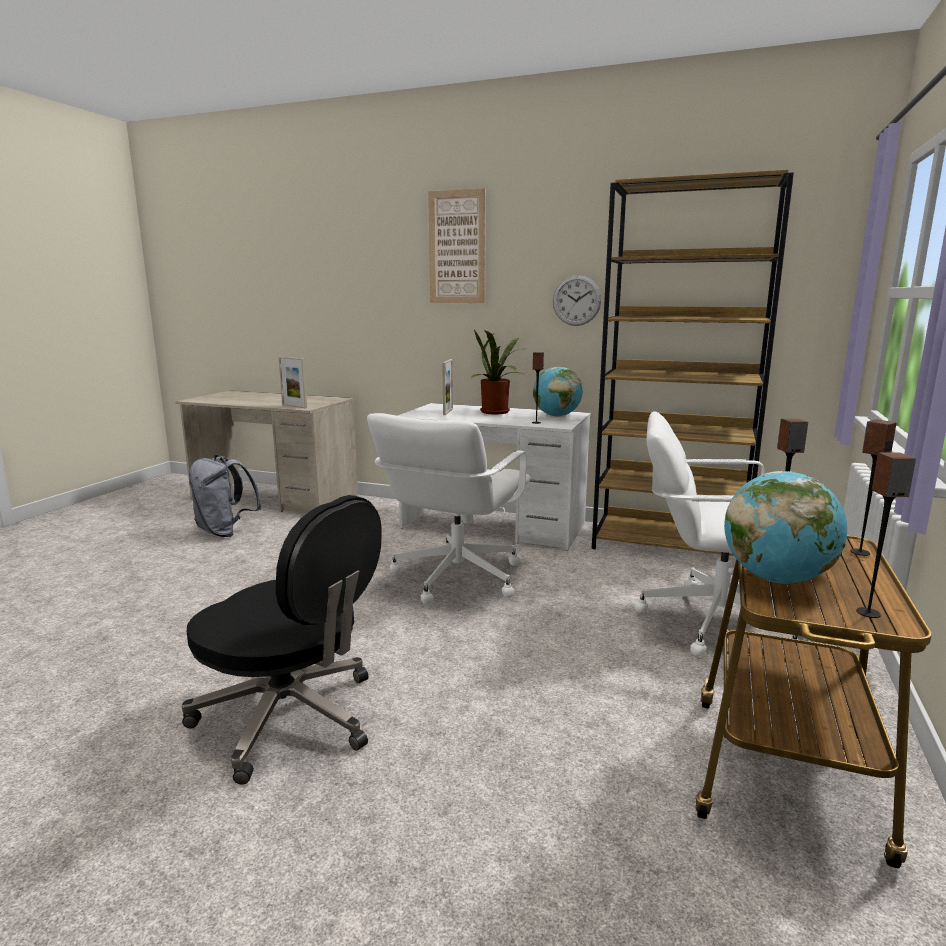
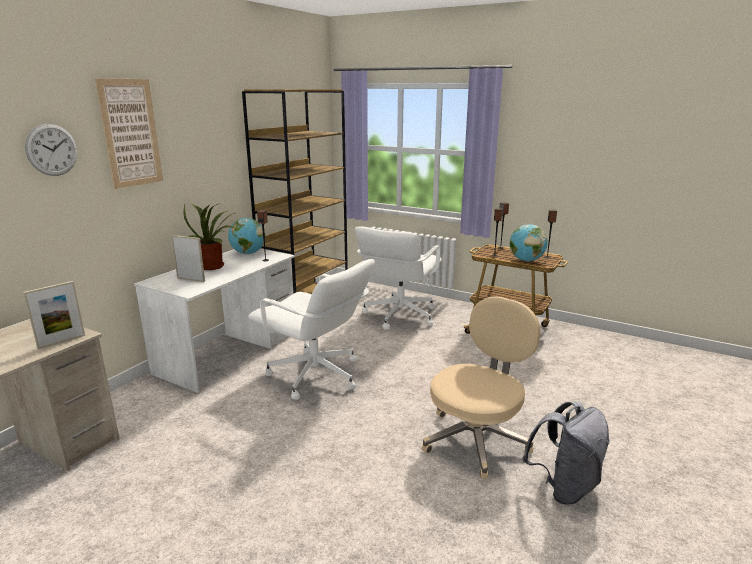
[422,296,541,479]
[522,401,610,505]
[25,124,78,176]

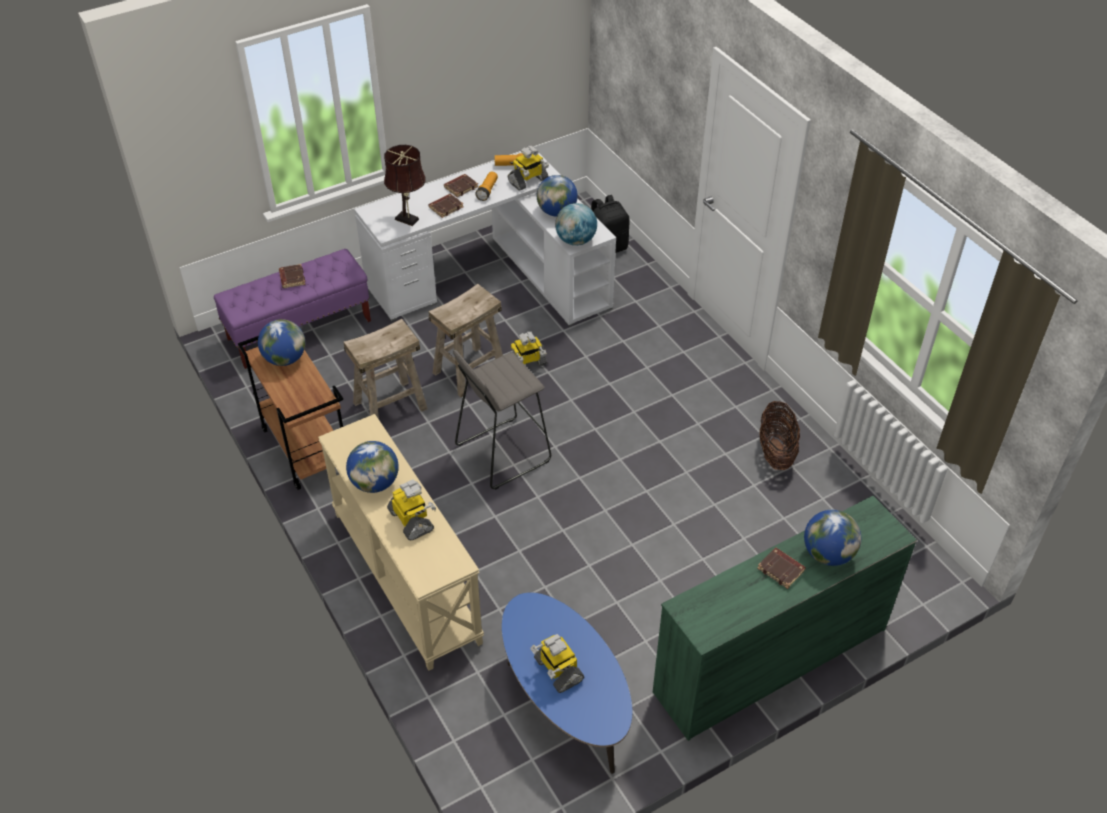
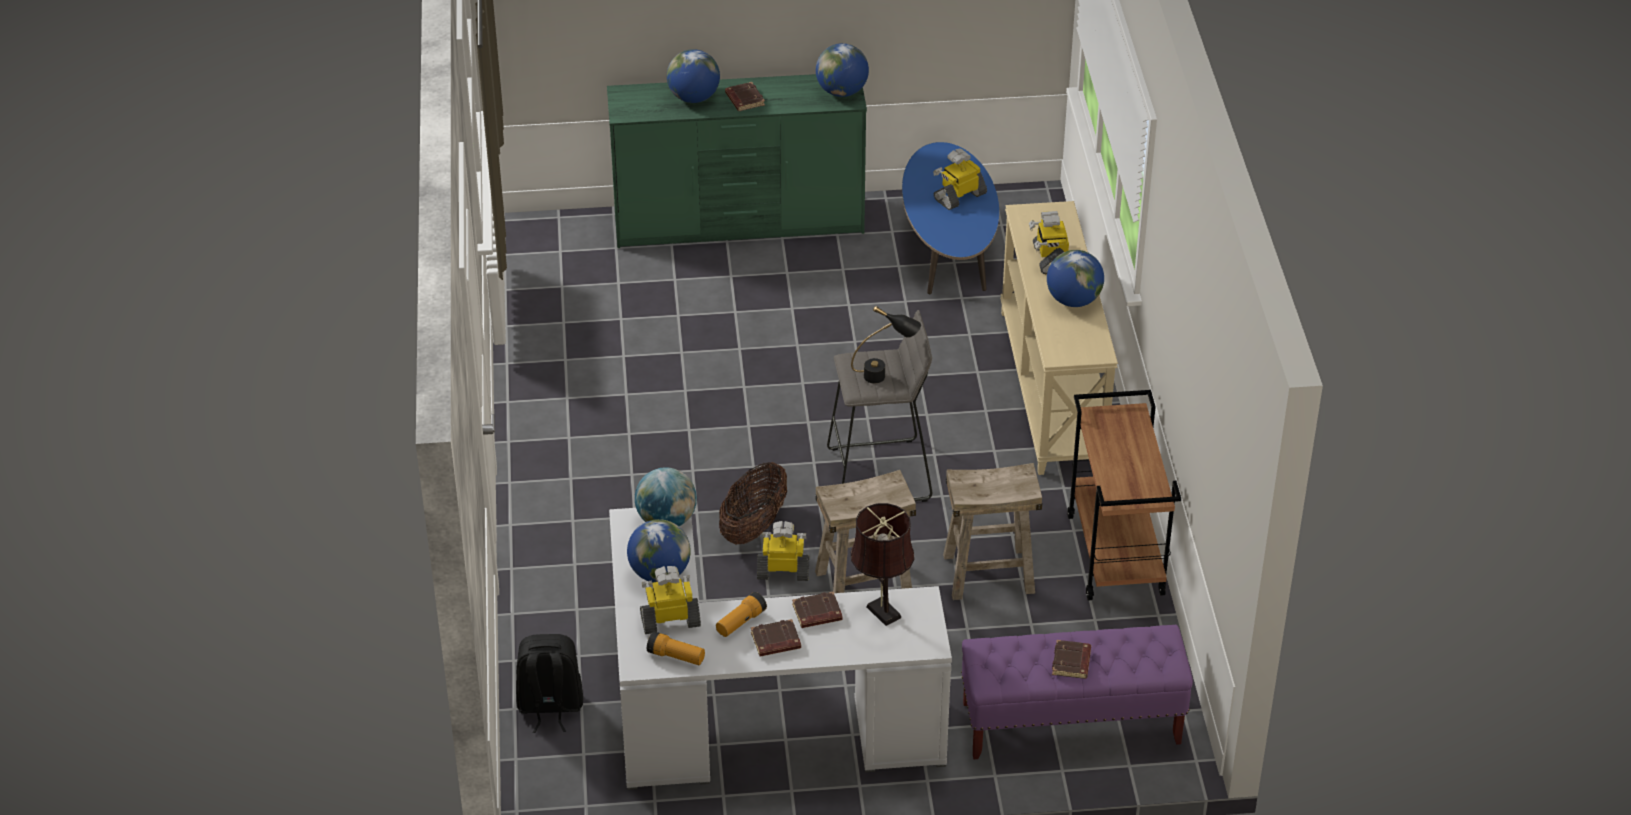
[816,43,869,97]
[933,148,987,210]
[719,462,787,544]
[851,306,921,384]

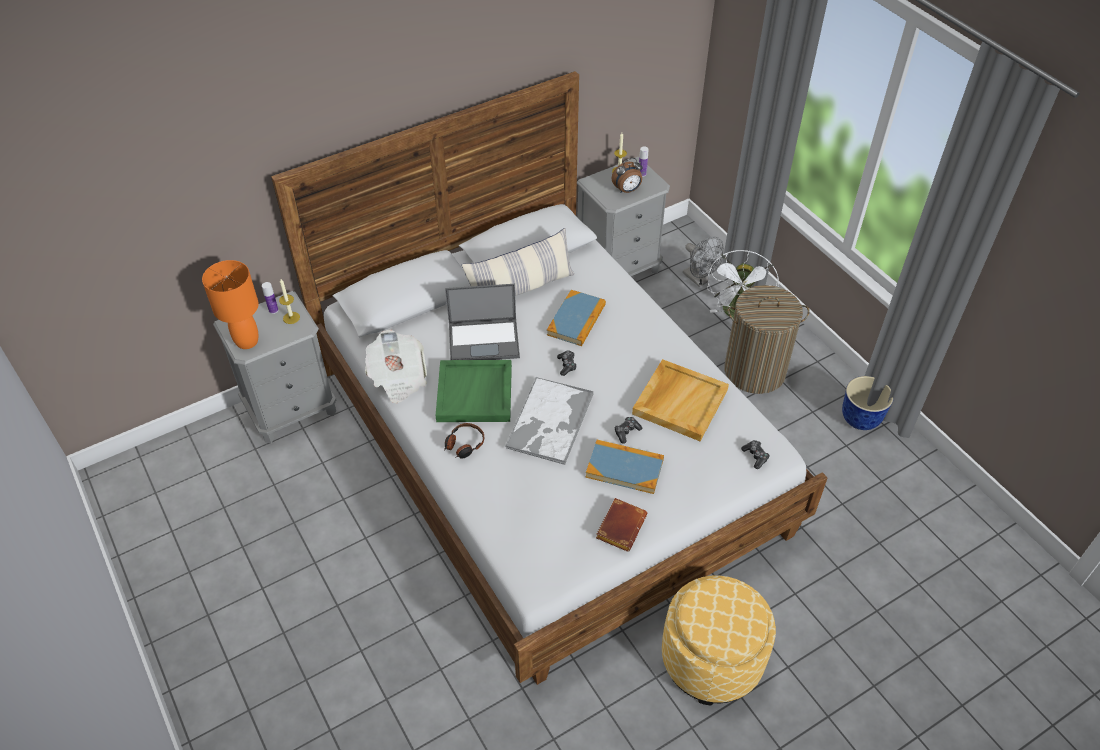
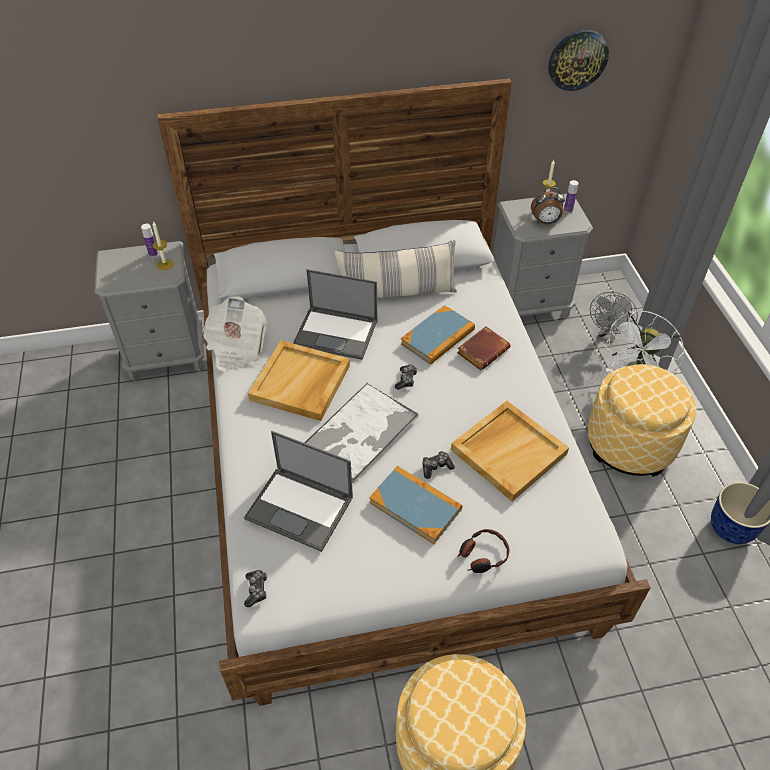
[202,260,259,349] (first image)
[248,340,350,421]
[457,529,510,573]
[457,326,510,370]
[590,291,638,343]
[587,364,696,477]
[244,570,267,607]
[244,431,353,552]
[548,30,609,91]

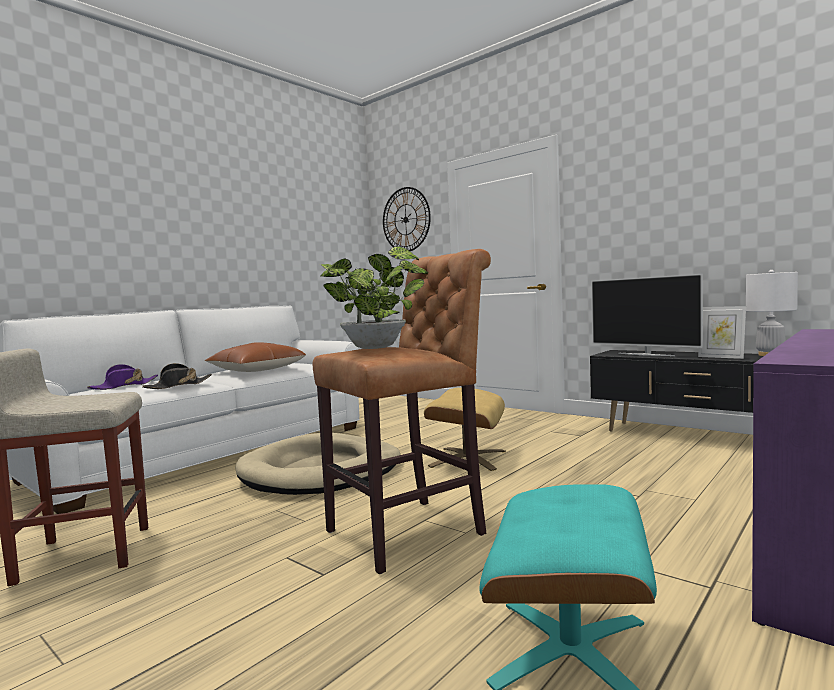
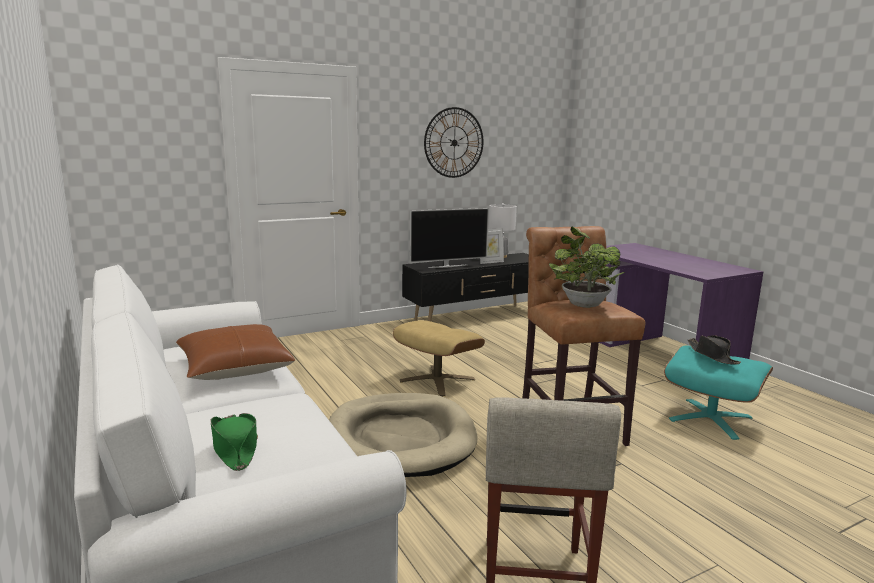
[211,413,258,471]
[688,335,741,365]
[424,107,483,178]

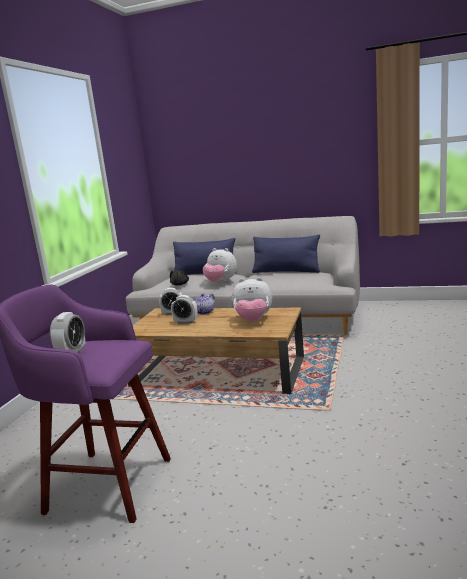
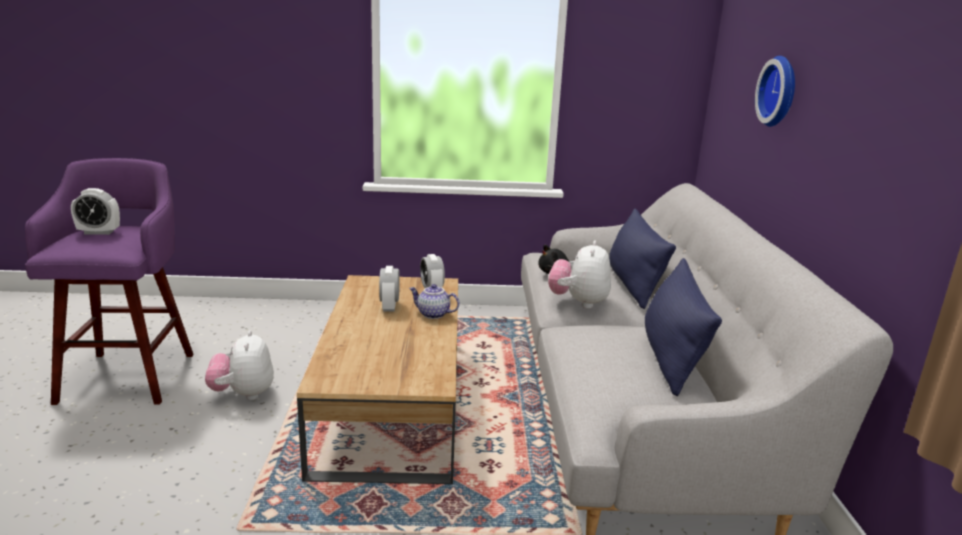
[205,331,274,400]
[755,56,795,127]

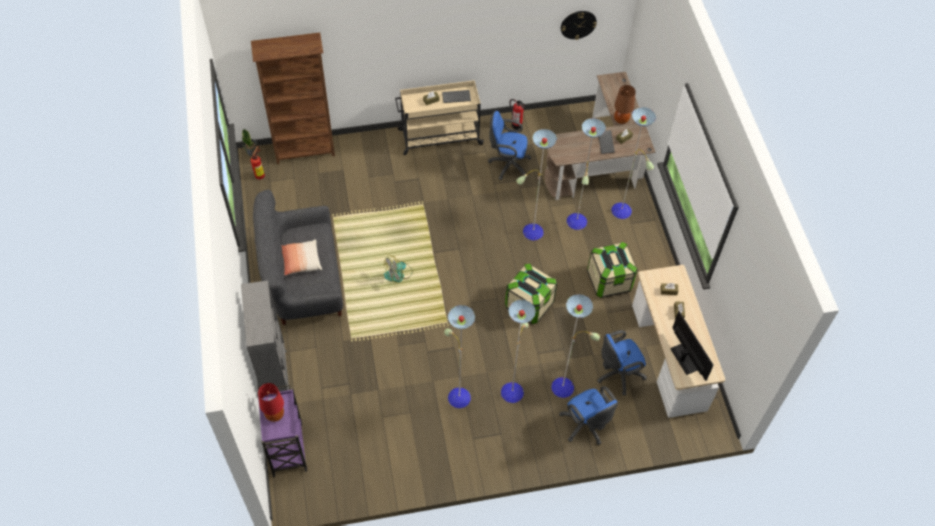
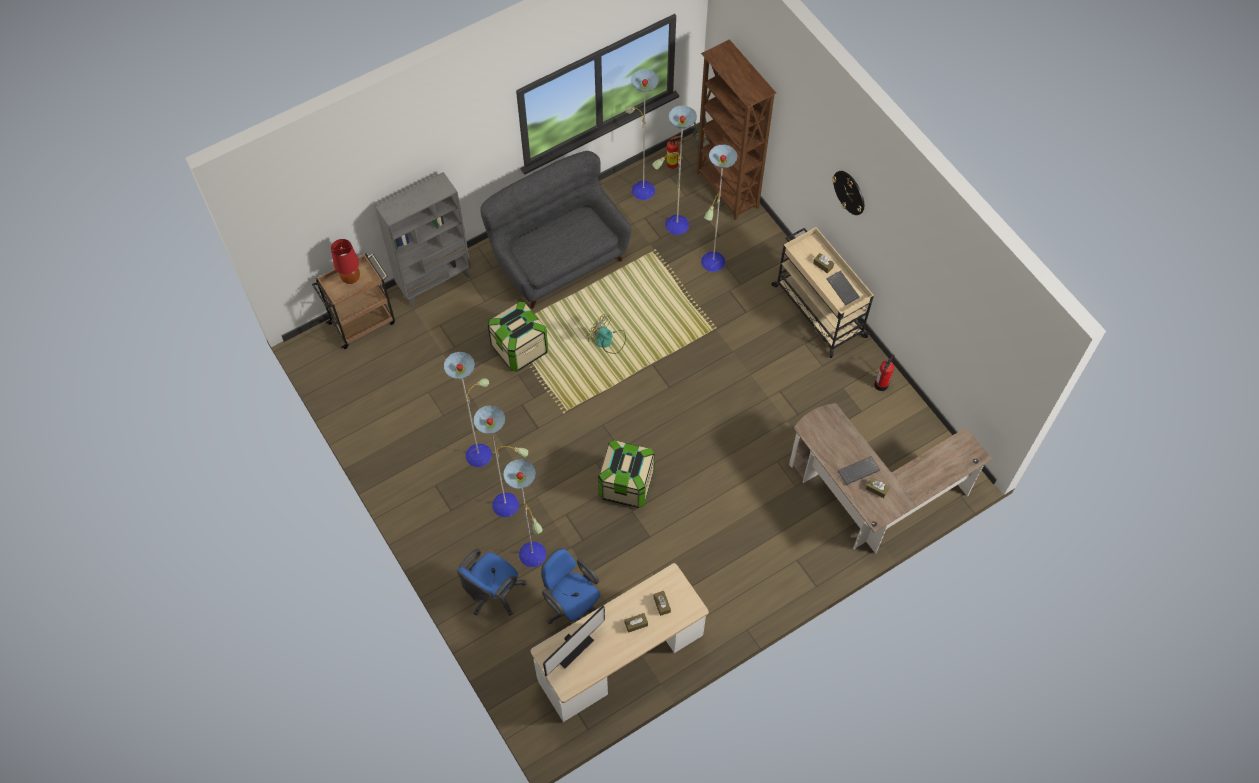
[312,253,395,349]
[281,239,322,275] (first image)
[488,111,531,180] (first image)
[625,69,738,272]
[832,171,864,215]
[488,301,548,372]
[614,85,636,124] (first image)

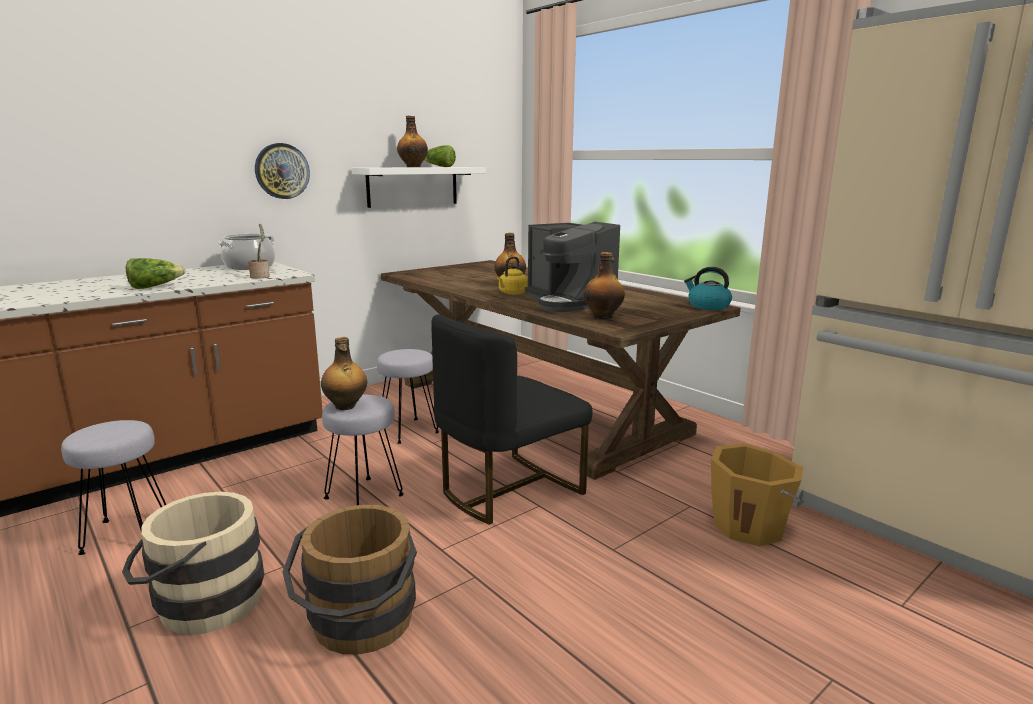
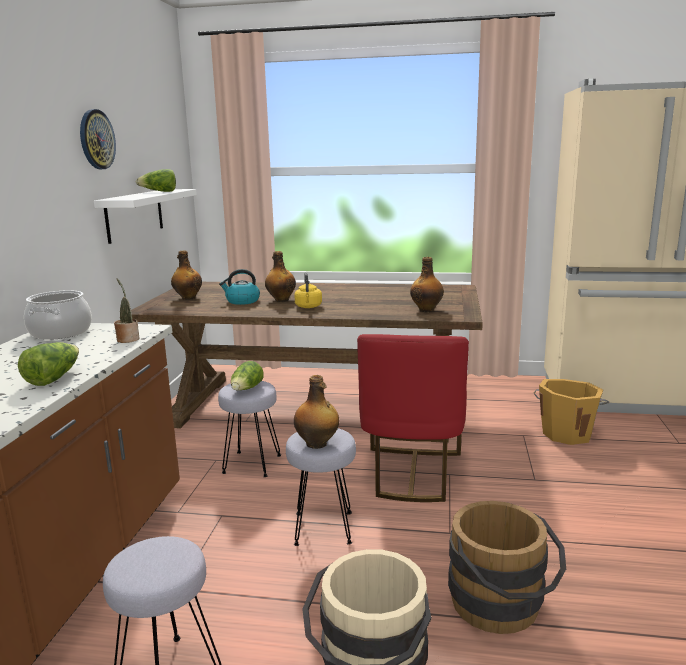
[80,109,116,169]
[171,250,202,300]
[357,334,469,502]
[525,222,620,312] (first image)
[219,269,260,305]
[231,361,264,390]

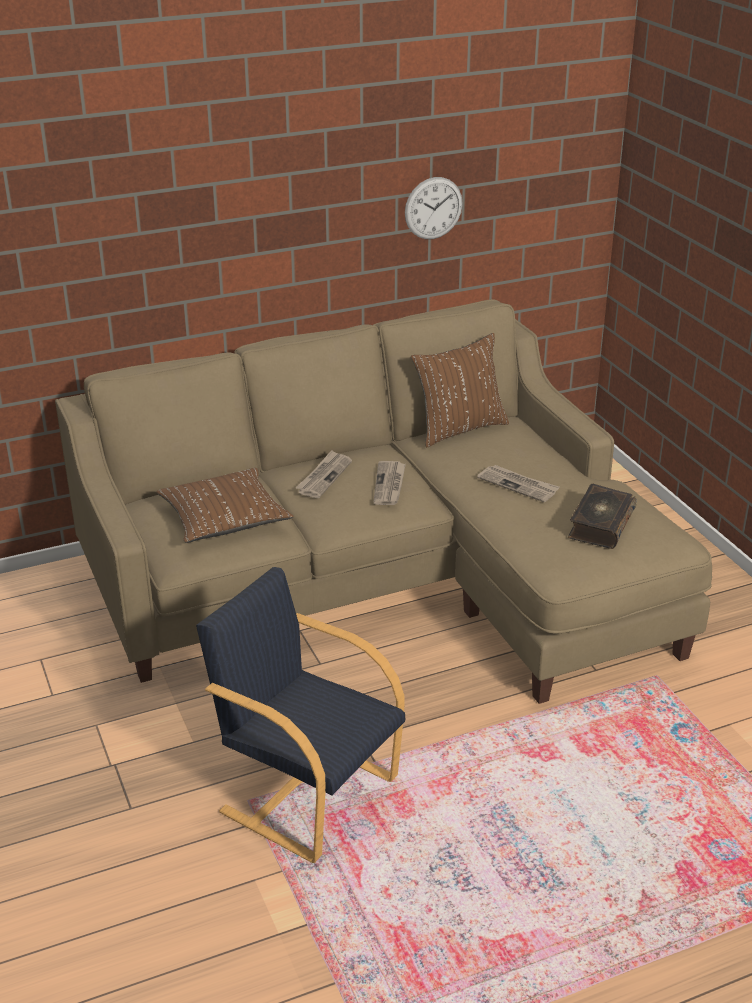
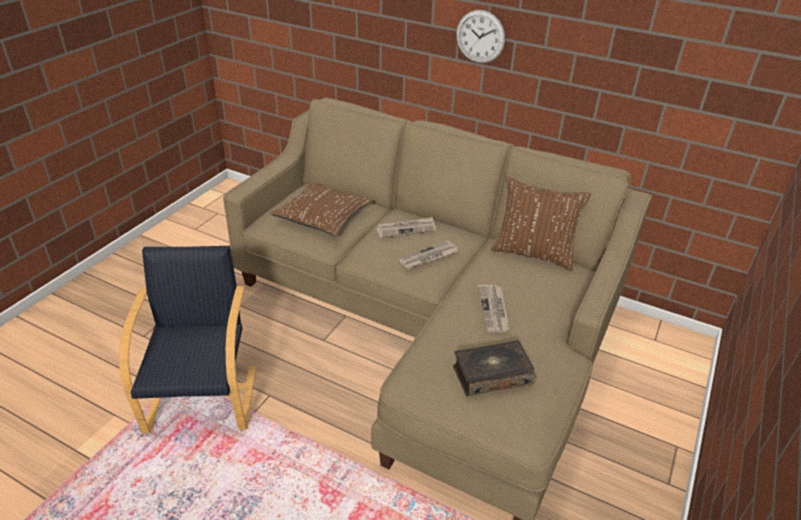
[456,10,505,63]

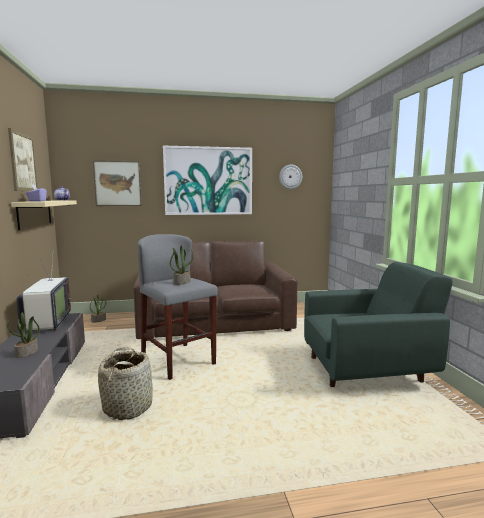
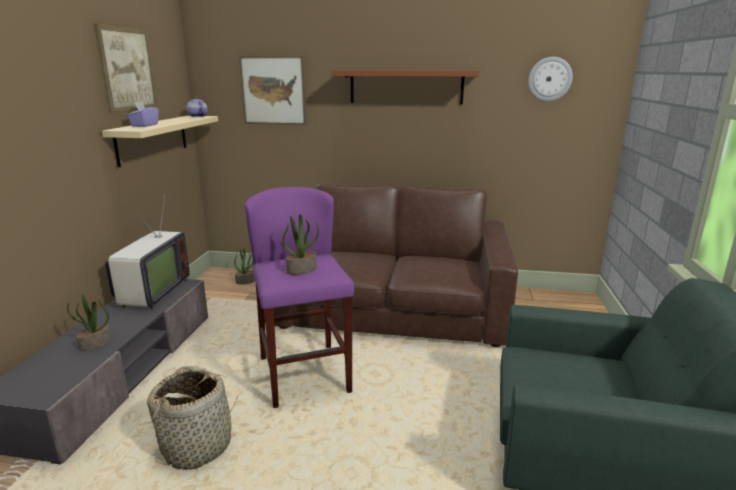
[245,187,354,408]
[331,70,479,105]

